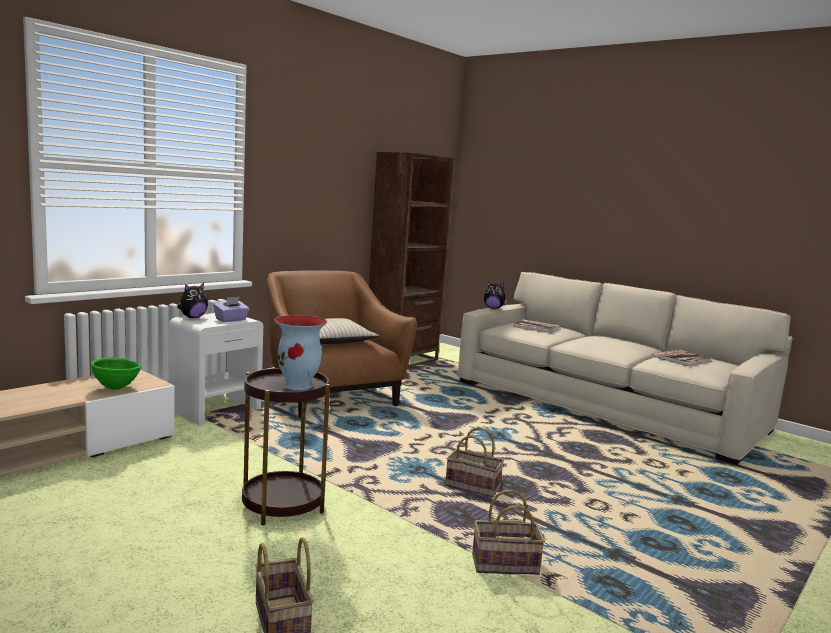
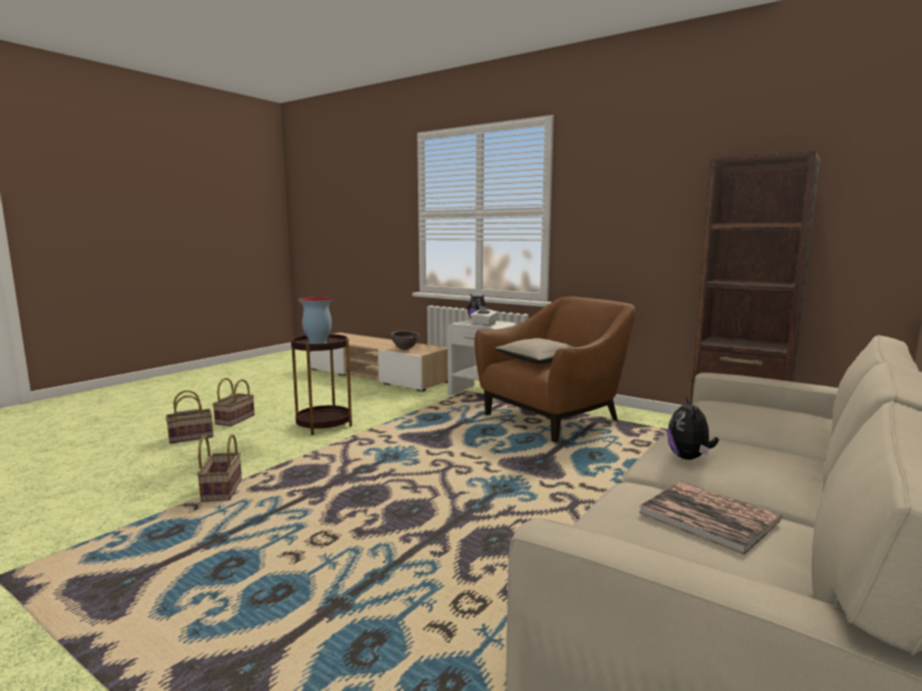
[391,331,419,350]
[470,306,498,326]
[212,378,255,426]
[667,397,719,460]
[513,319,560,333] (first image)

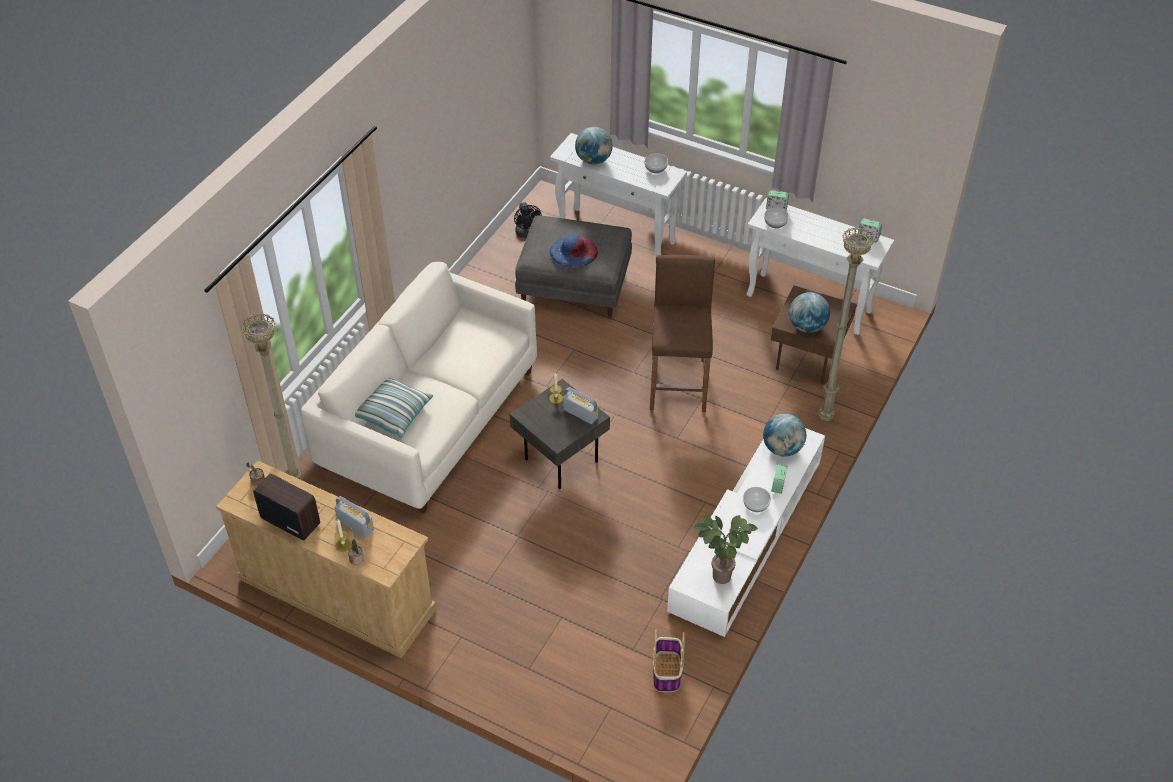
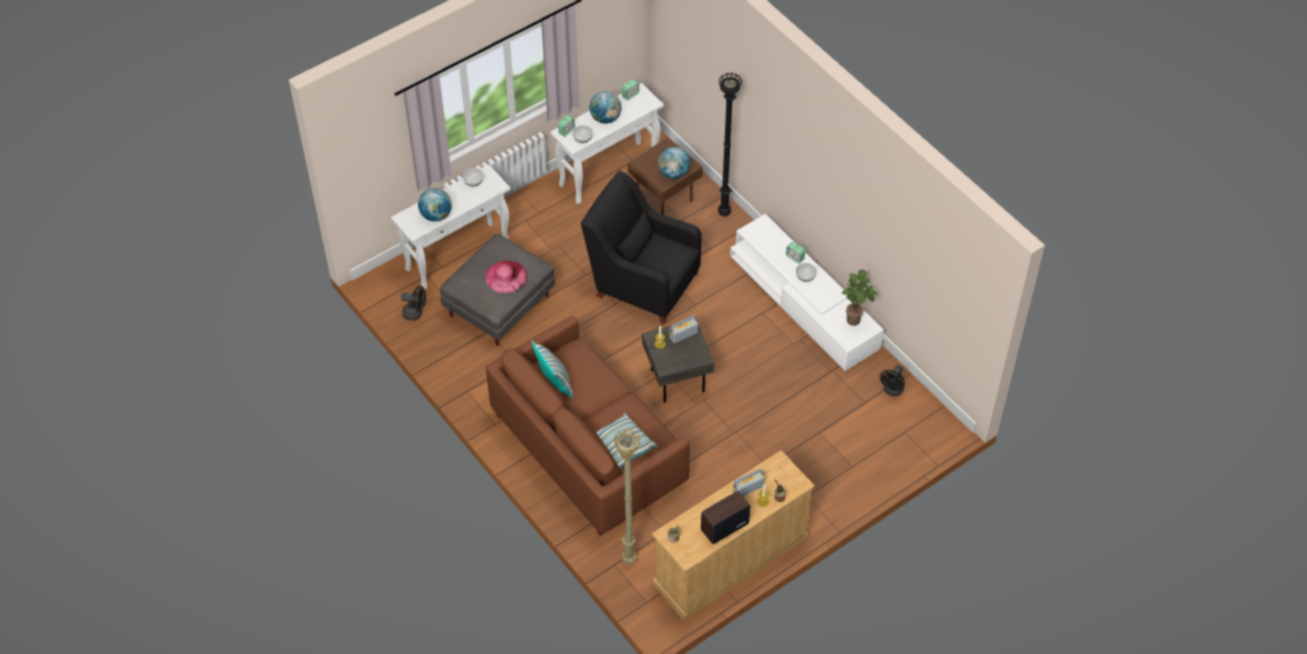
[486,316,690,536]
[485,260,527,293]
[581,171,701,324]
[880,365,905,396]
[589,91,622,124]
[718,73,742,216]
[532,341,573,398]

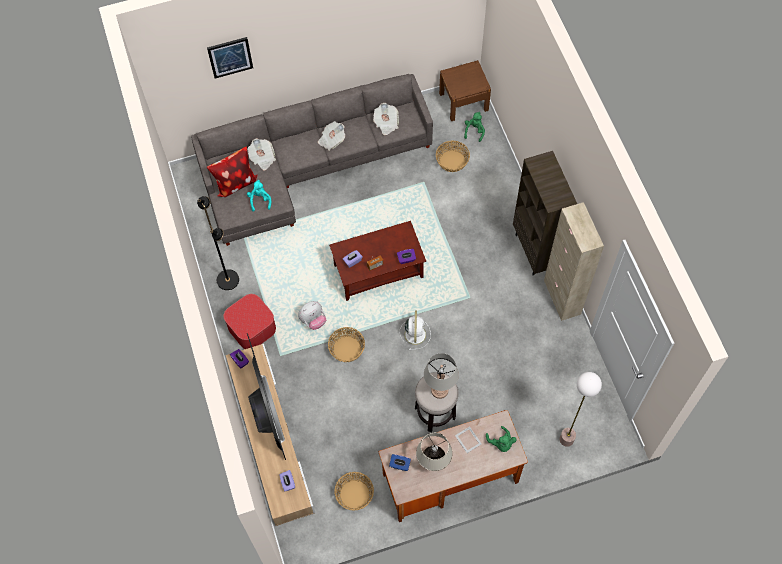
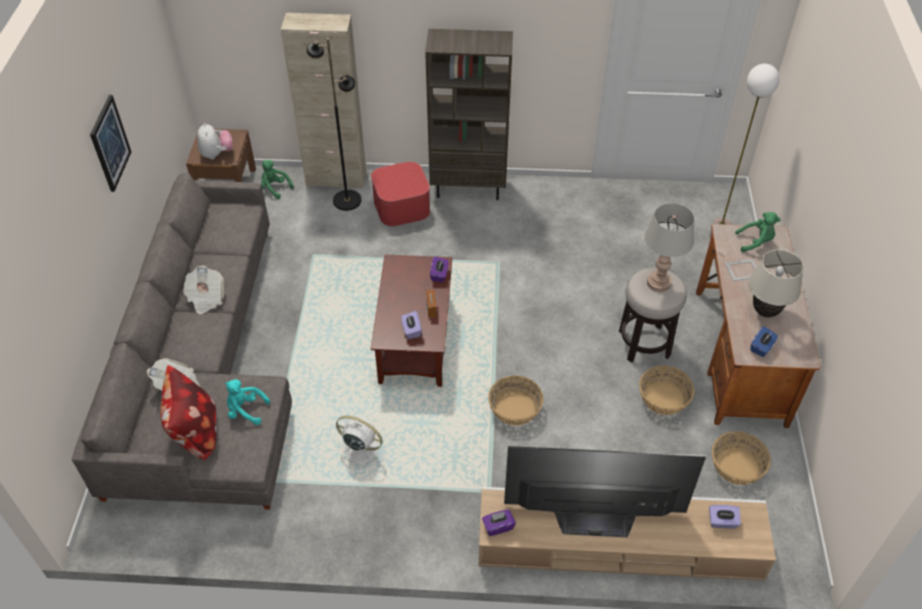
[306,38,362,211]
[90,95,131,192]
[371,162,430,226]
[197,123,233,160]
[373,103,399,135] (first image)
[336,416,386,470]
[639,366,695,415]
[281,13,366,188]

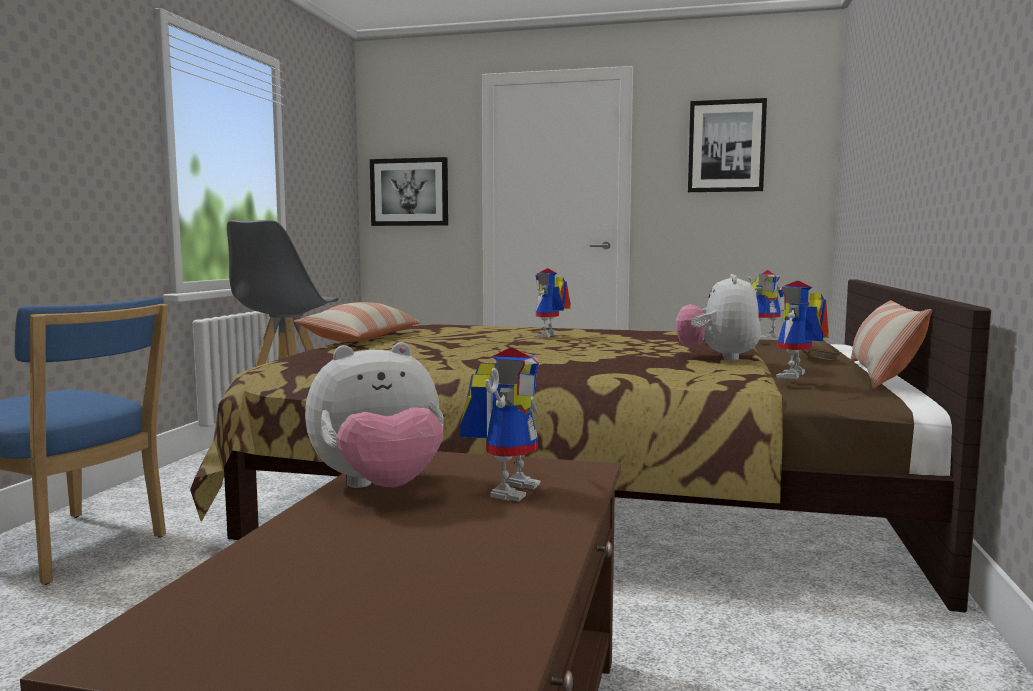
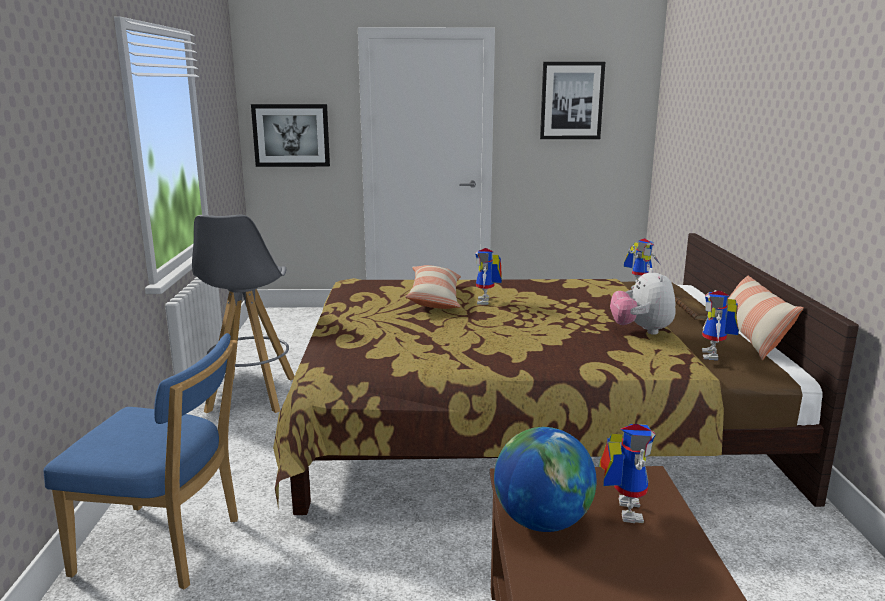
[405,265,461,309]
[494,427,597,532]

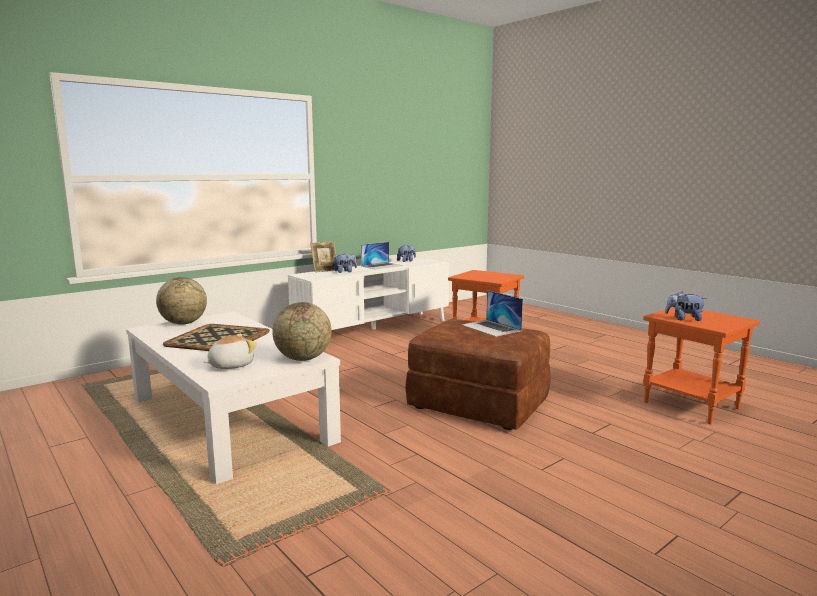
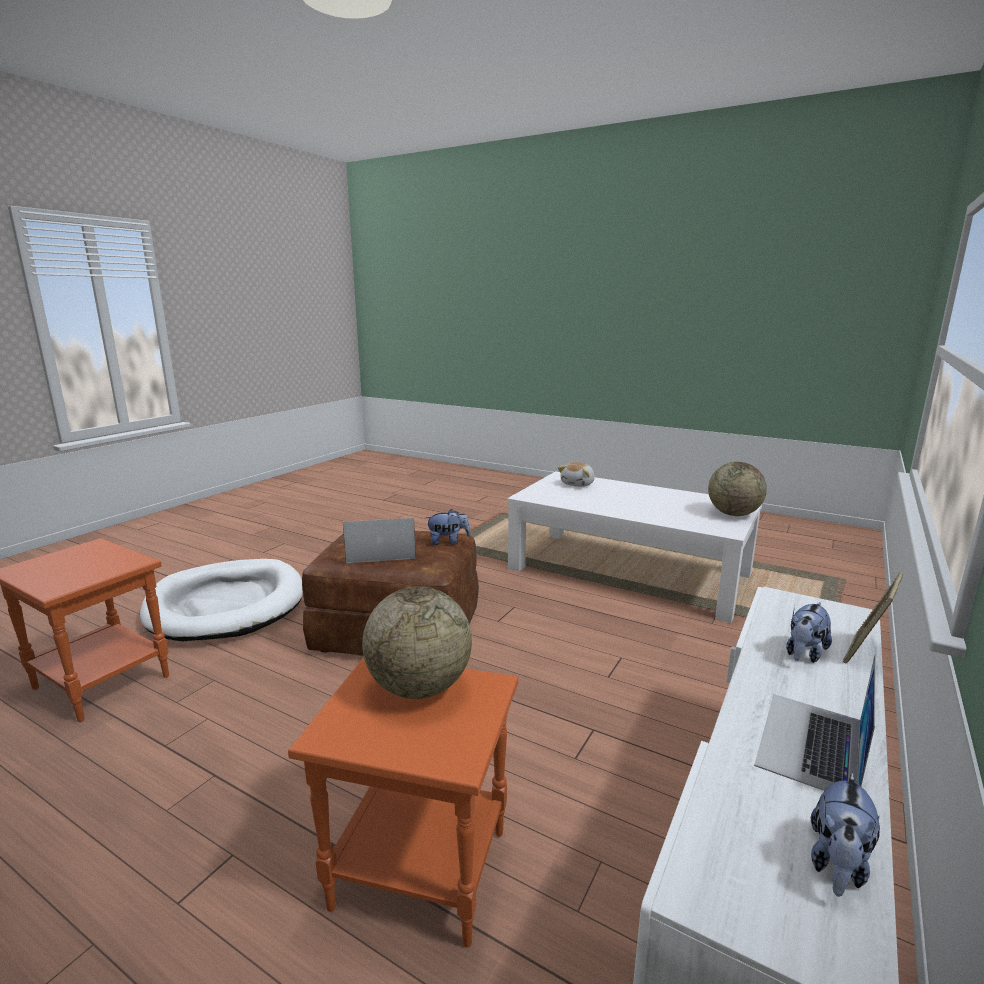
[163,324,270,351] (first image)
[362,586,472,699]
[343,518,416,563]
[425,509,470,545]
[140,559,303,641]

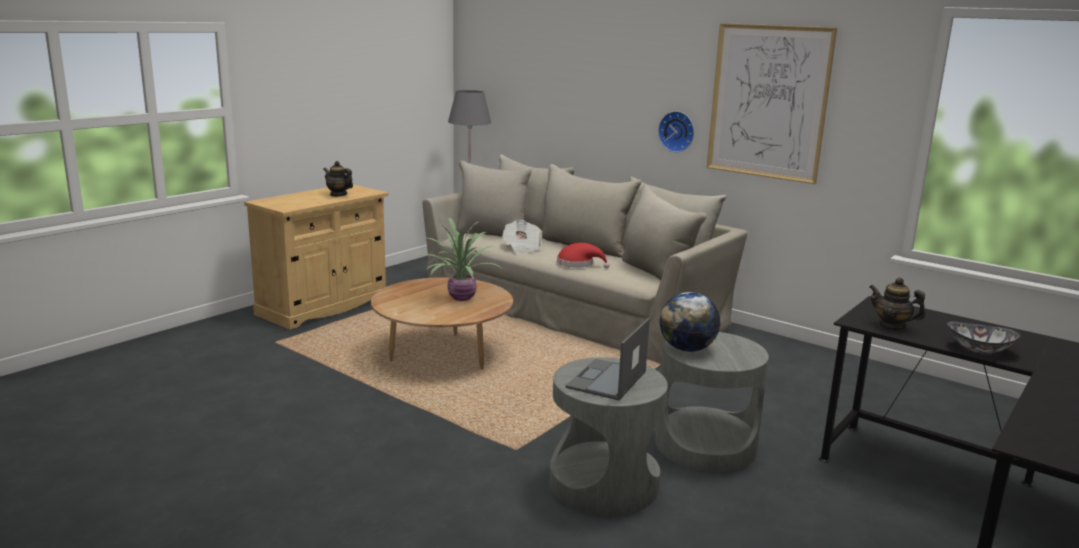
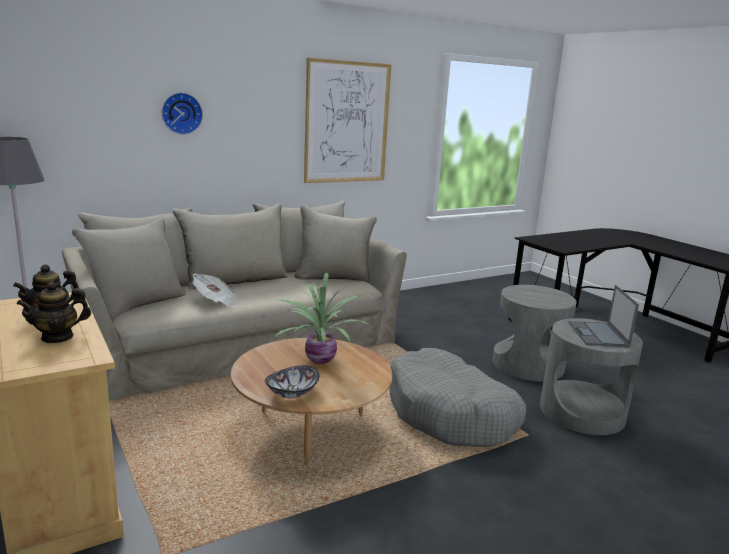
[557,243,609,268] (first image)
[568,285,639,348]
[162,92,203,135]
[660,292,720,352] (first image)
[16,281,91,343]
[265,365,319,398]
[389,348,526,447]

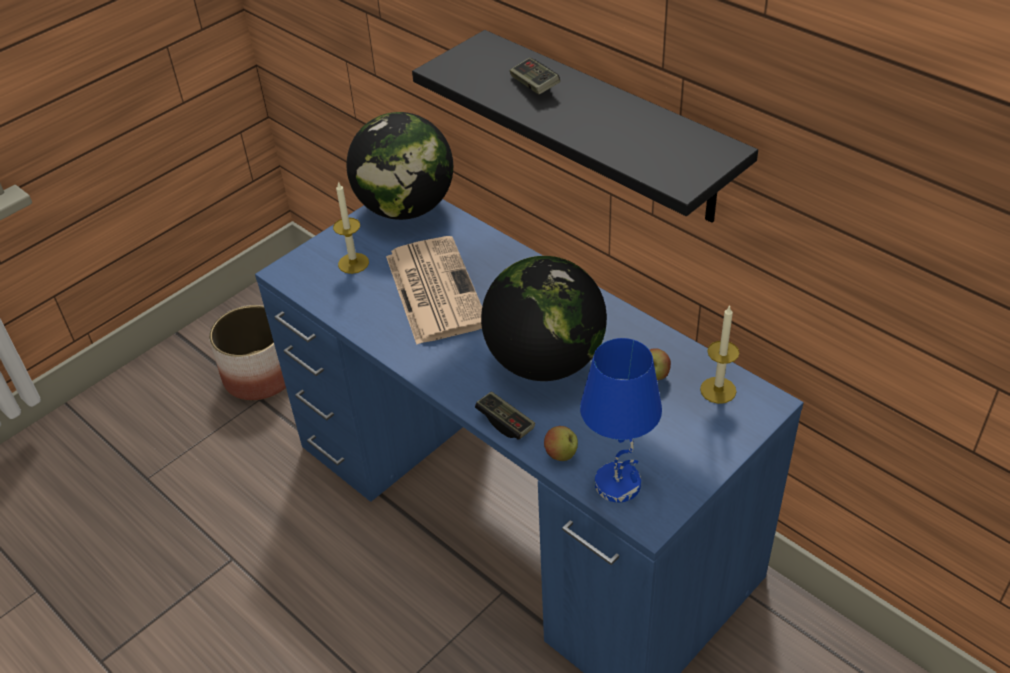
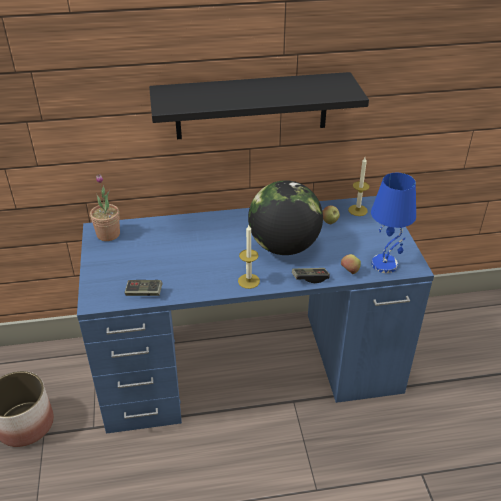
[238,225,260,289]
[90,174,120,241]
[386,236,482,345] (first image)
[124,280,163,296]

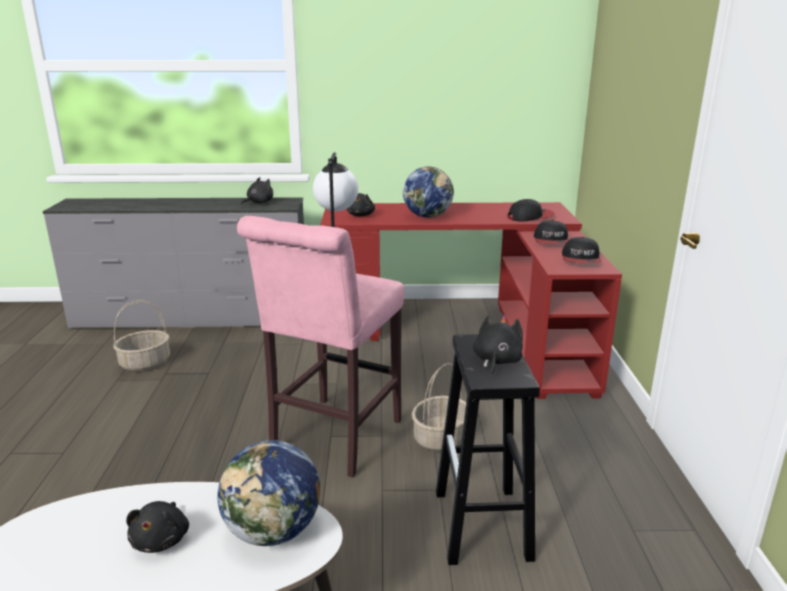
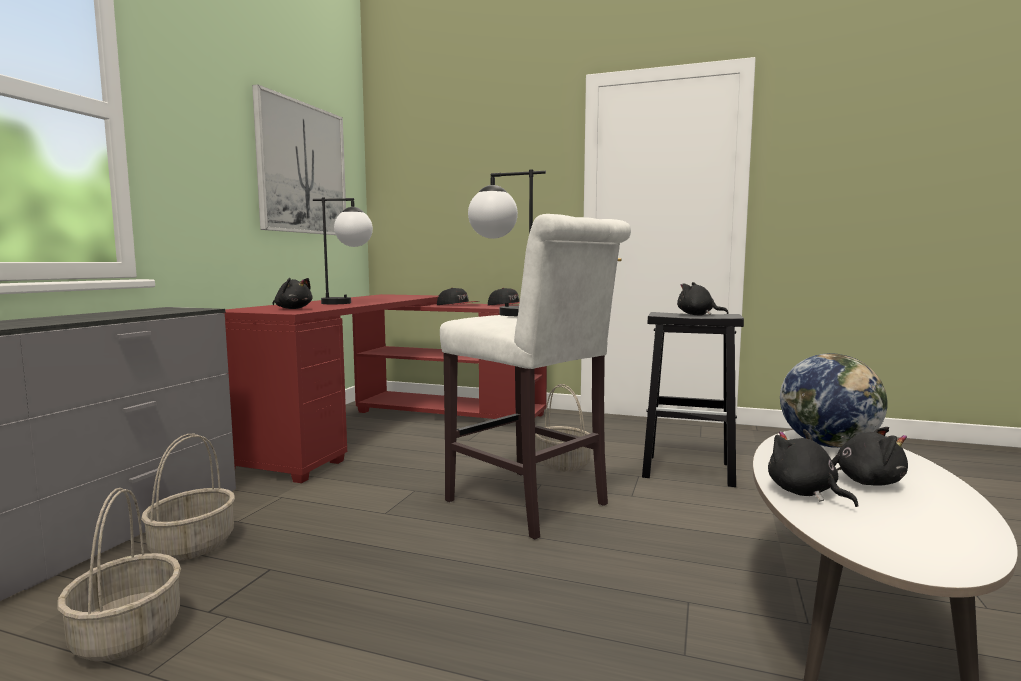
[440,214,631,539]
[768,429,858,507]
[313,197,373,304]
[507,199,555,221] (first image)
[141,434,235,561]
[252,84,346,235]

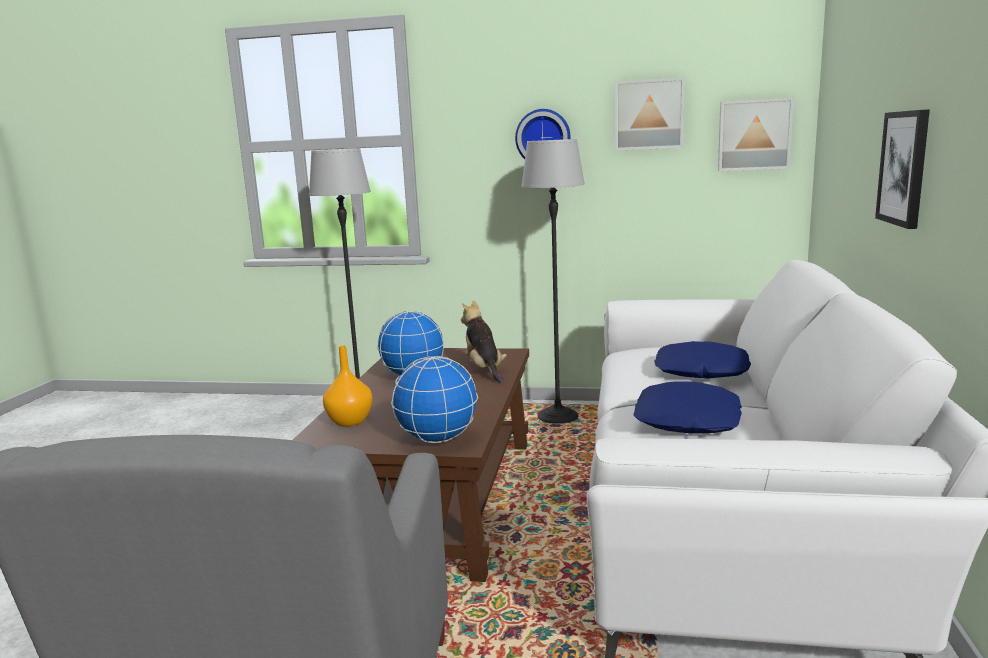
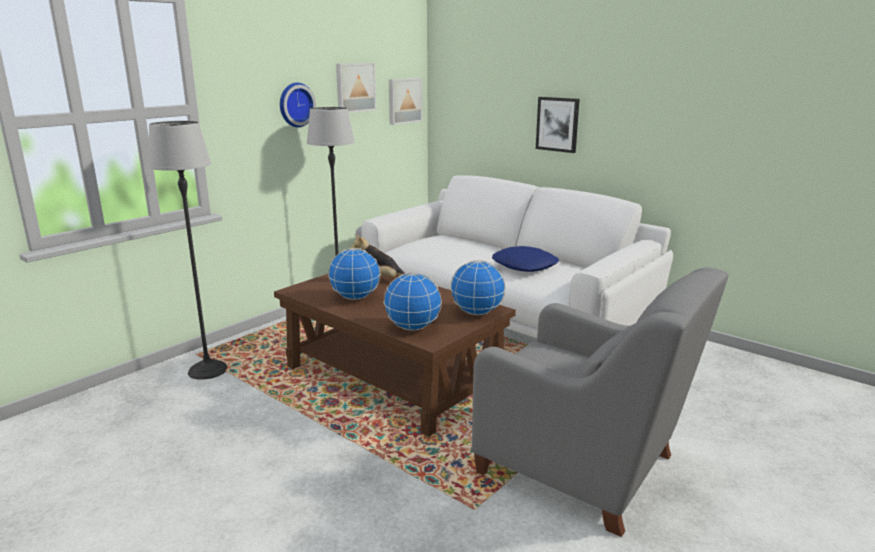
[384,272,442,331]
[654,341,751,379] (first image)

